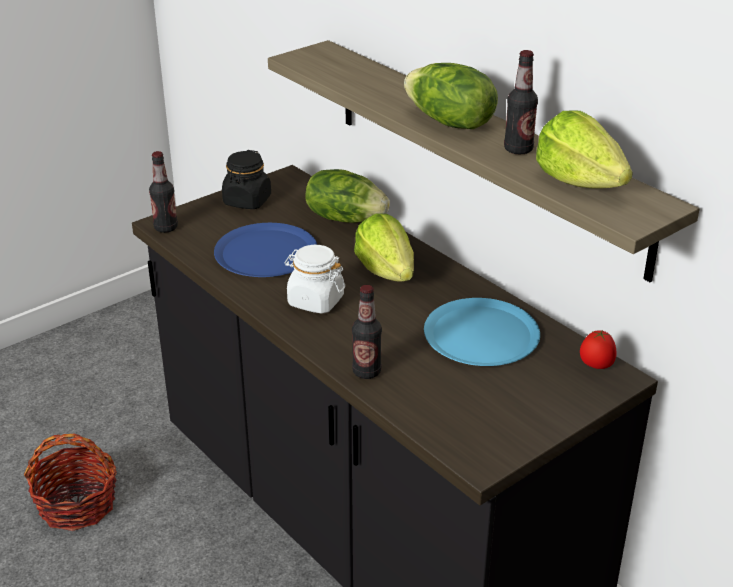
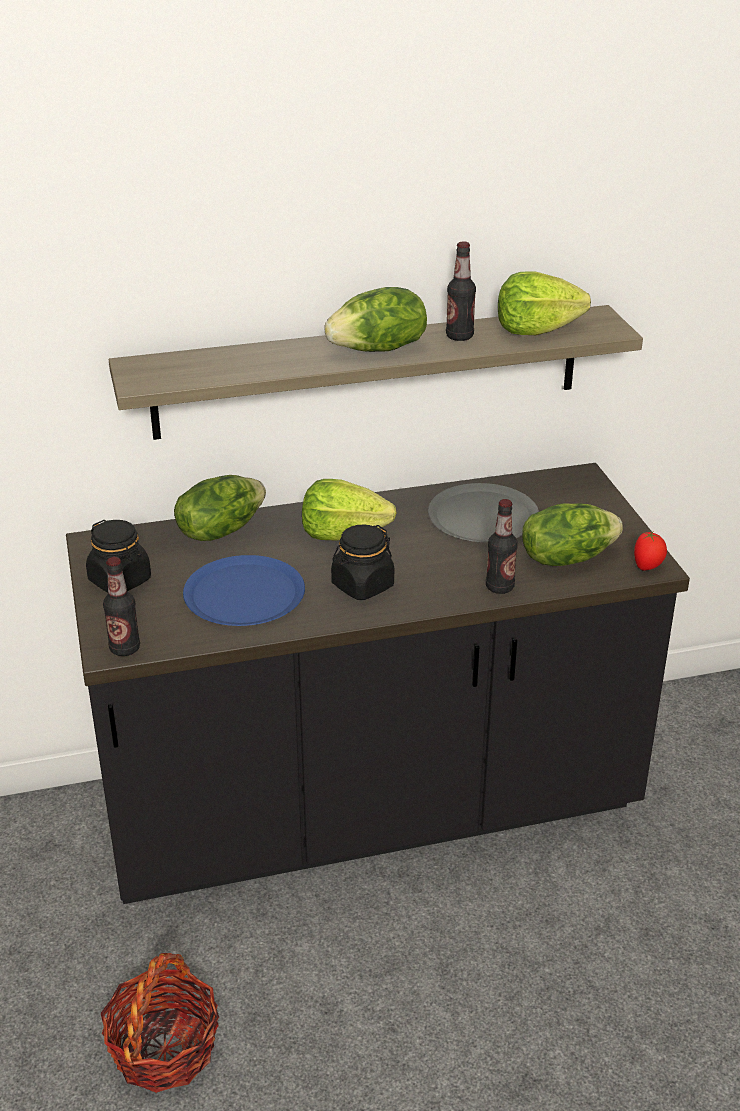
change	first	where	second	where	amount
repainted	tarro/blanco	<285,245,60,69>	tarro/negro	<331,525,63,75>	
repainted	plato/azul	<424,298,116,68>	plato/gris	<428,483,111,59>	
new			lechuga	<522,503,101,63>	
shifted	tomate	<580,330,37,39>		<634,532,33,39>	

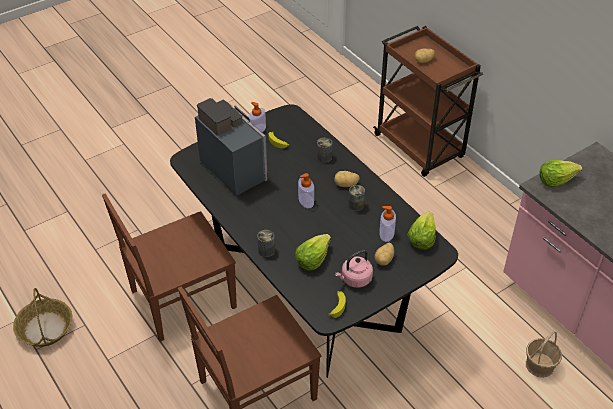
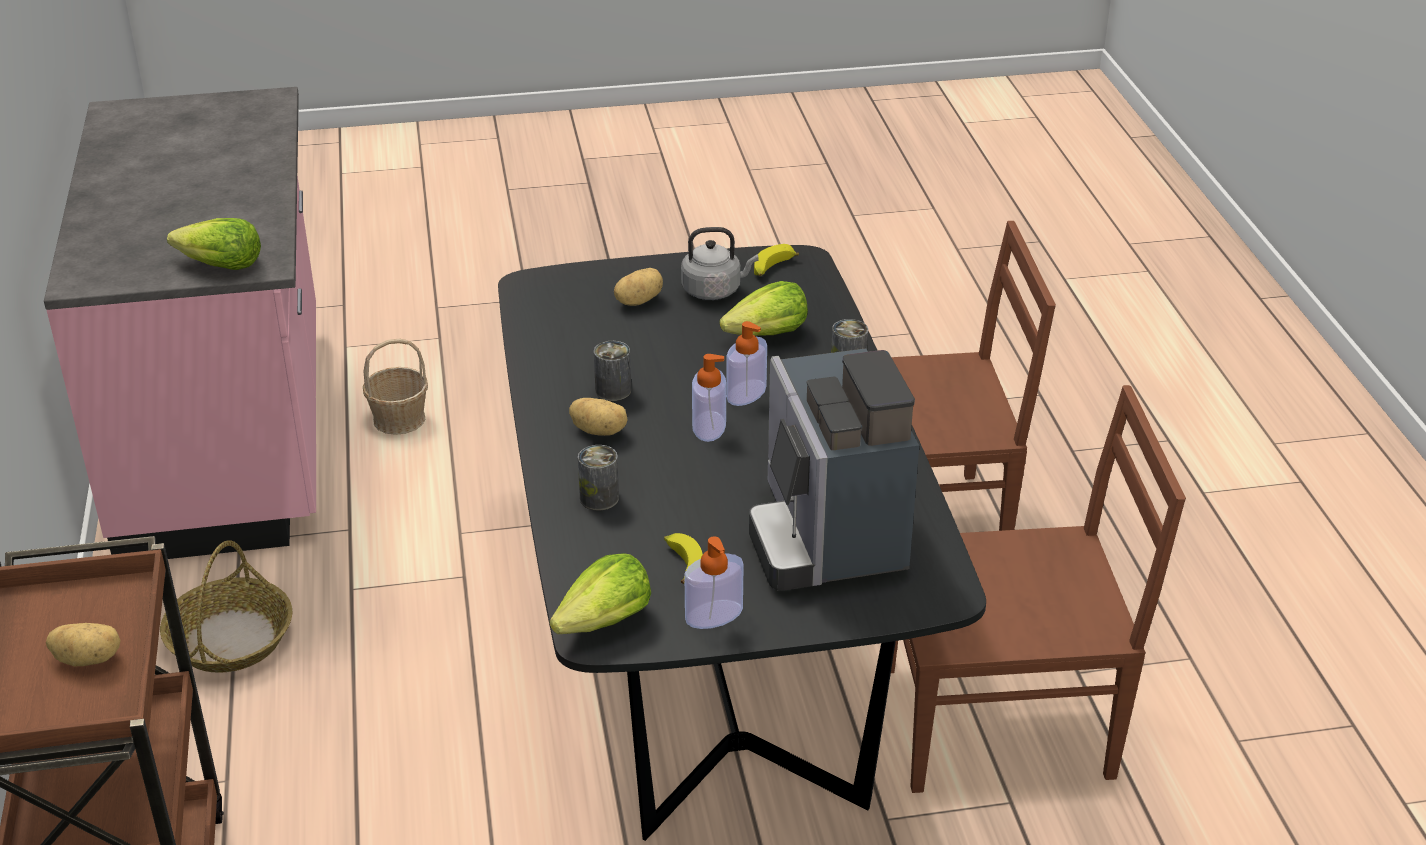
change	first	where	second	where	amount
shifted	cesta	<13,288,59,59>		<160,540,133,133>	
shifted	lechuga	<407,212,29,38>		<550,553,101,81>	
repainted	hervidor/rosa	<335,250,38,38>	hervidor/gris	<681,227,78,73>	
shifted	dispensador de jabón	<379,206,17,36>		<726,321,41,85>	

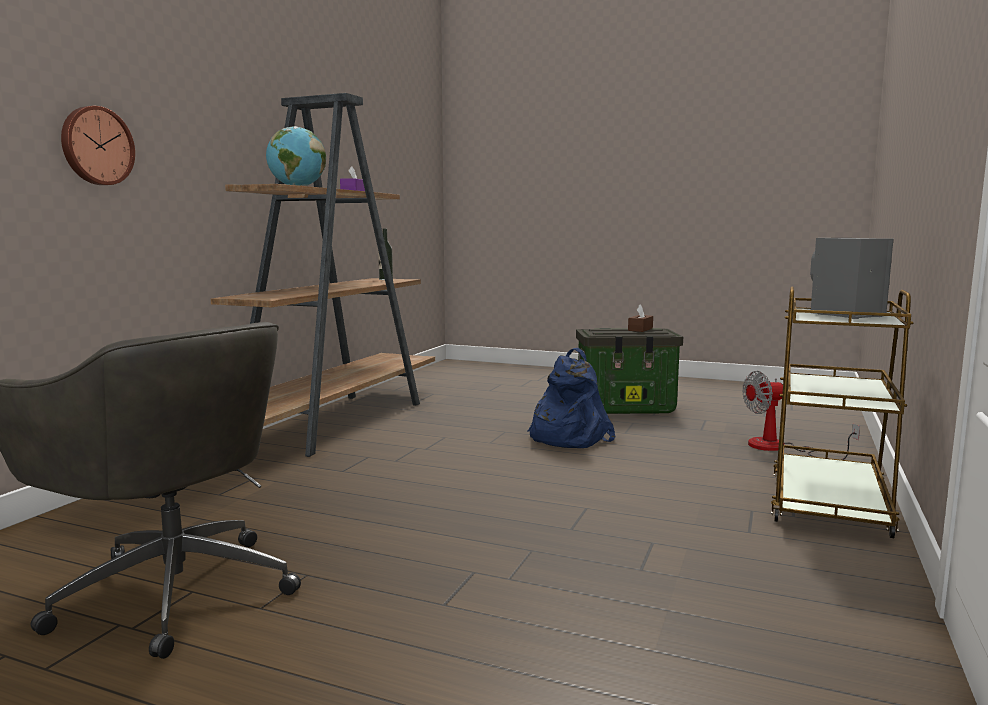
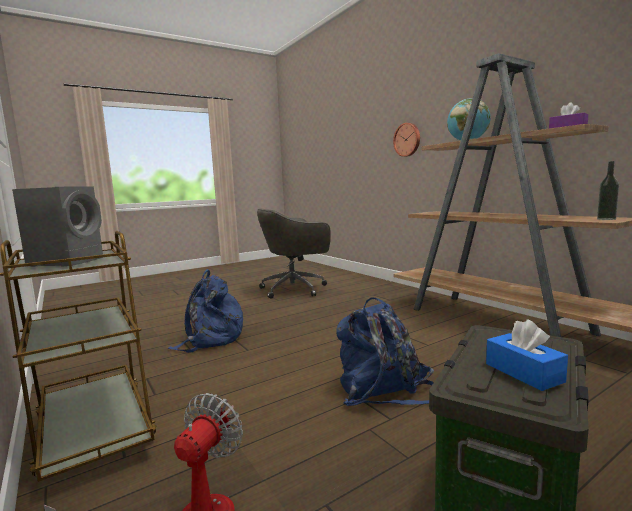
change	first	where	second	where	amount
new			mochila/azul	<168,269,75,84>	
repainted	caja de pañuelos/marrón	<628,305,25,27>	caja de pañuelos/azul	<486,320,82,71>	

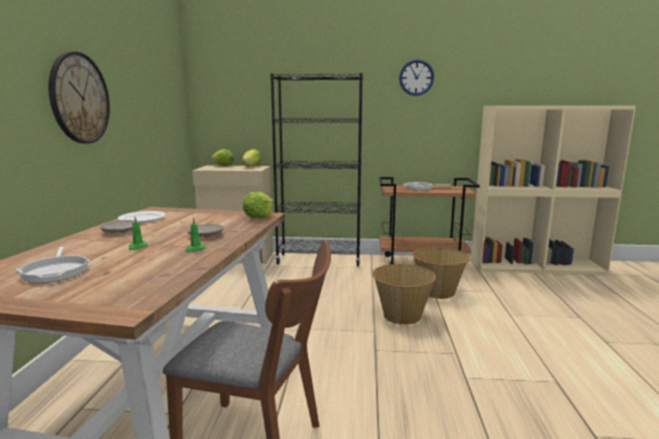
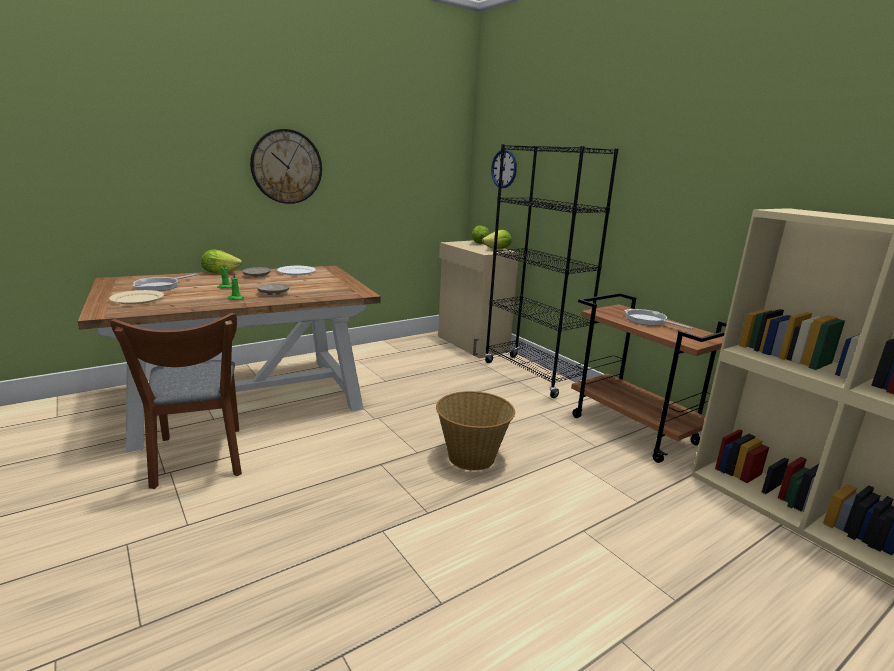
change	first	where	second	where	amount
new			plato/beis	<109,290,55,15>	
shifted	lechuga	<242,192,31,26>		<201,249,41,26>	
shifted	reloj de pared	<399,60,35,36>		<491,149,26,39>	
gone	cesta	<412,247,58,52>			

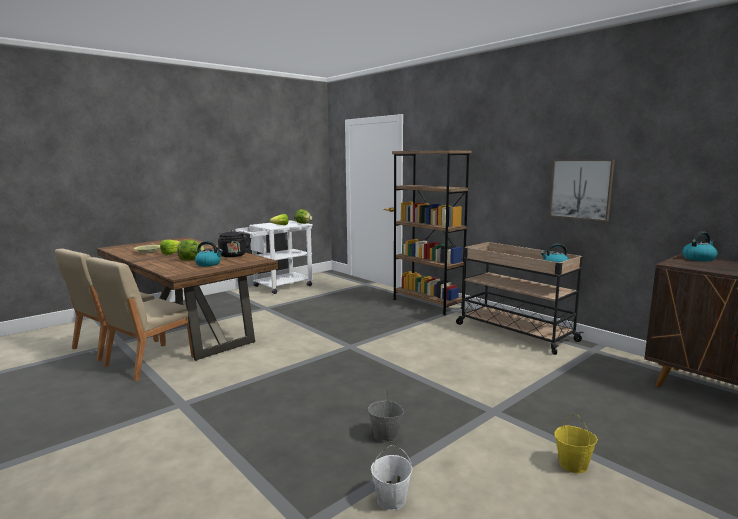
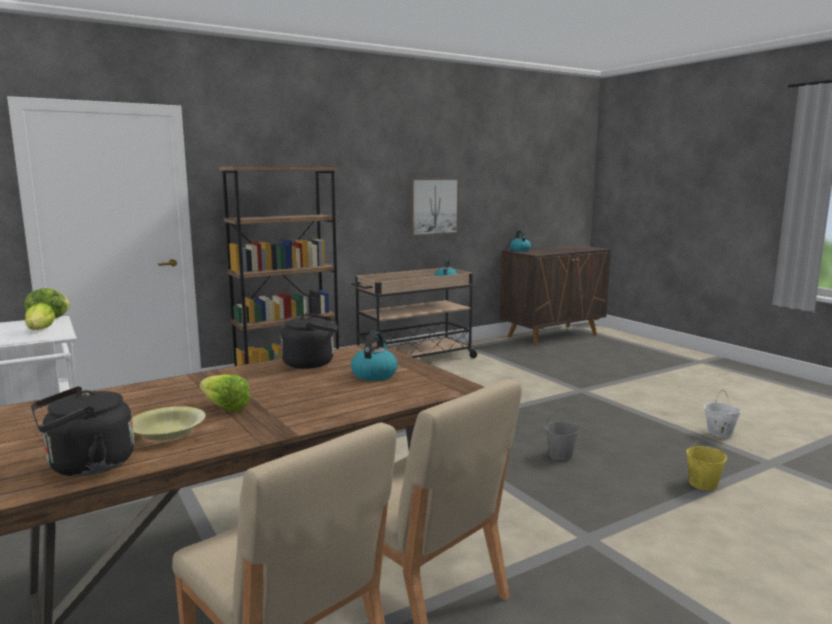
change	first	where	second	where	amount
new			hervidor/negro	<31,386,103,90>	
shifted	cubo/gris	<368,390,36,52>		<545,408,35,52>	
shifted	cubo/amarillo	<554,415,44,58>		<686,433,41,58>	
gone	lechuga	<177,240,28,20>			

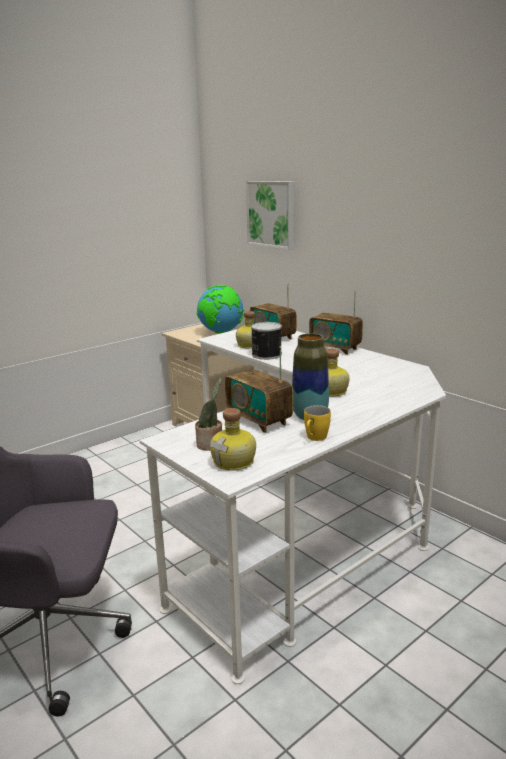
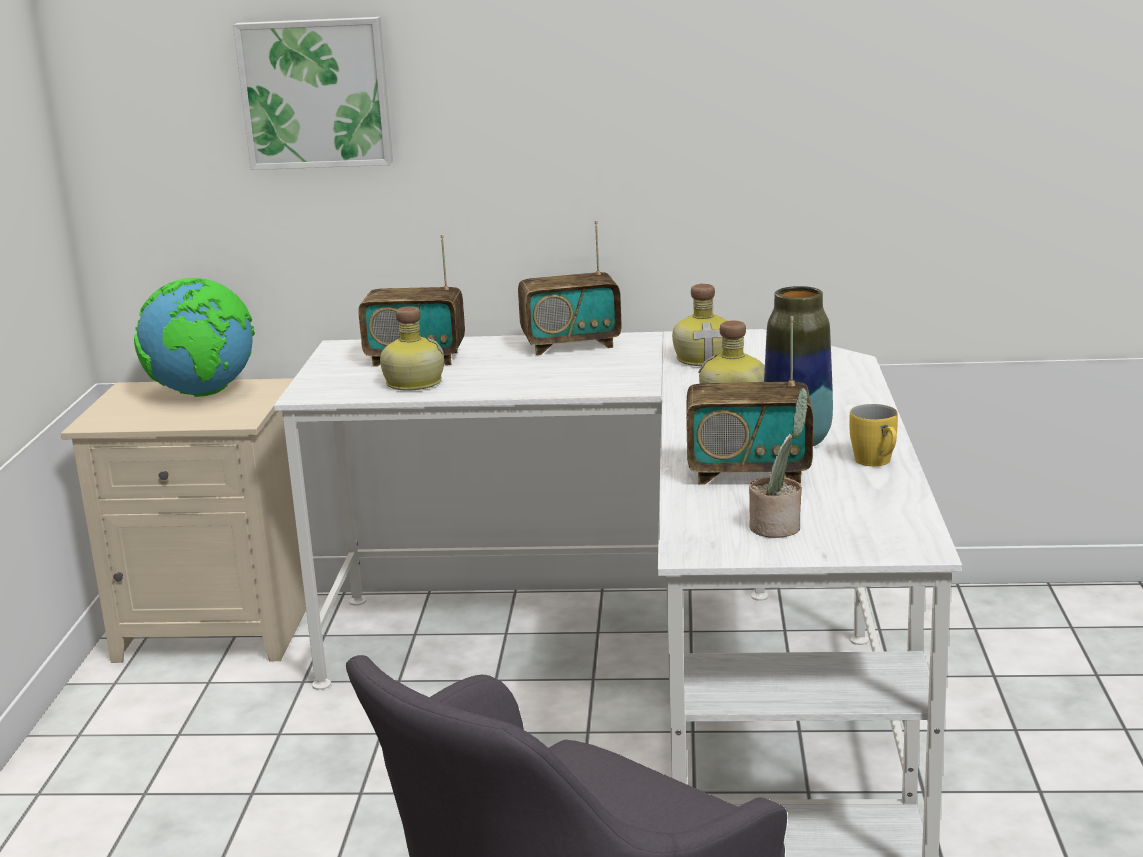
change	first	where	second	where	amount
shifted	botella	<210,408,46,63>		<672,284,55,82>	
gone	lata	<251,322,31,38>			

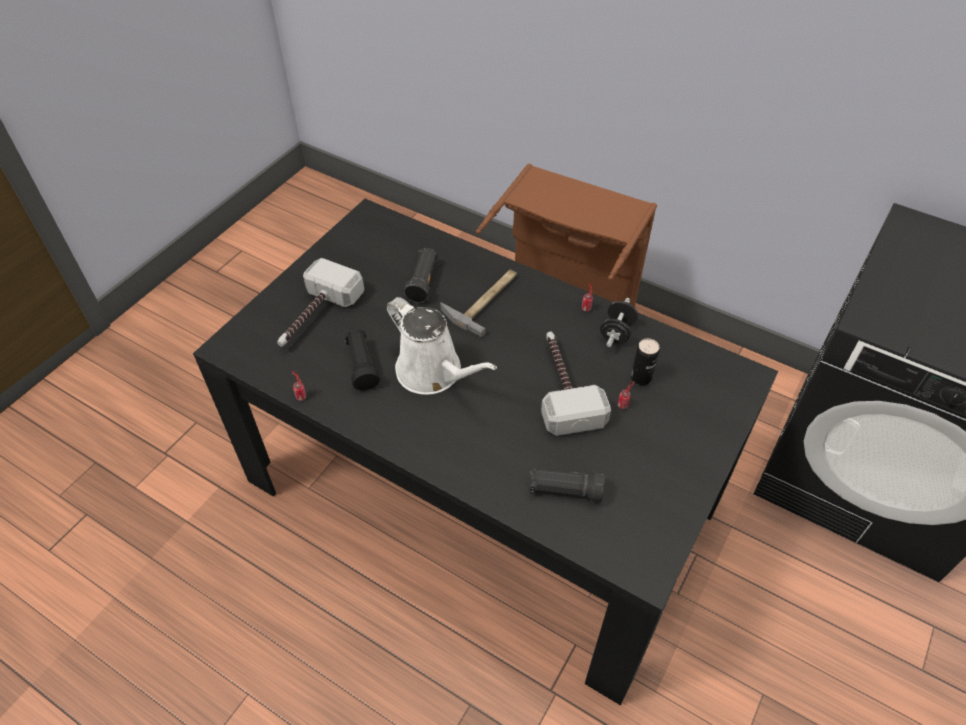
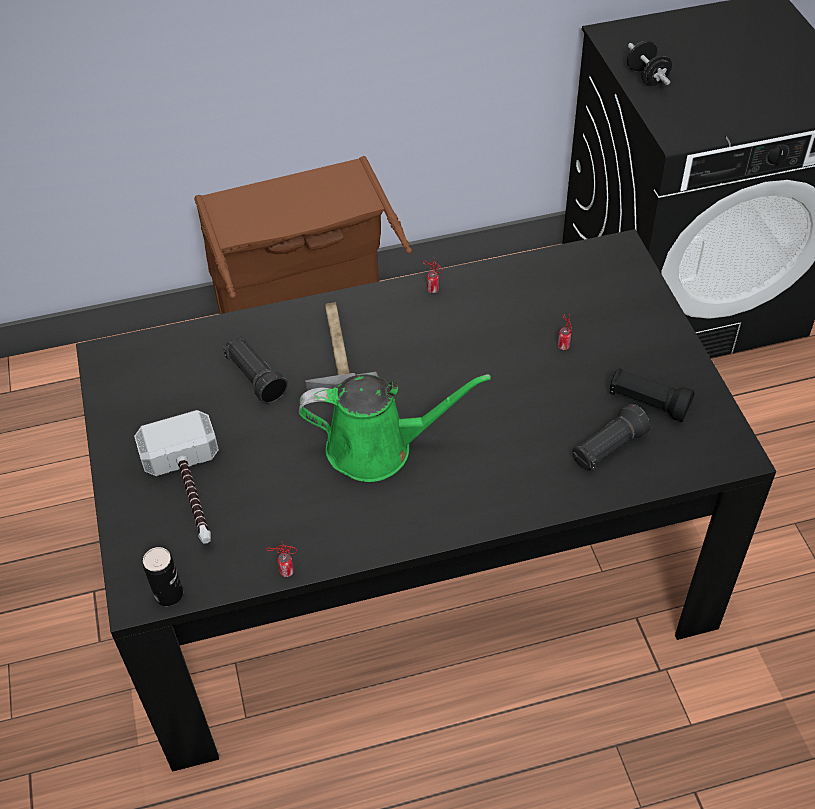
change	first	where	second	where	amount
shifted	lata	<631,338,28,47>		<143,547,40,59>	
repainted	regadera/blanco	<387,297,110,98>	regadera/verde	<299,374,192,108>	
shifted	linterna/negro	<345,329,35,62>		<610,368,85,54>	
shifted	mancuerna/negro	<600,298,38,49>		<627,41,45,45>	
gone	martillo	<541,332,70,104>			

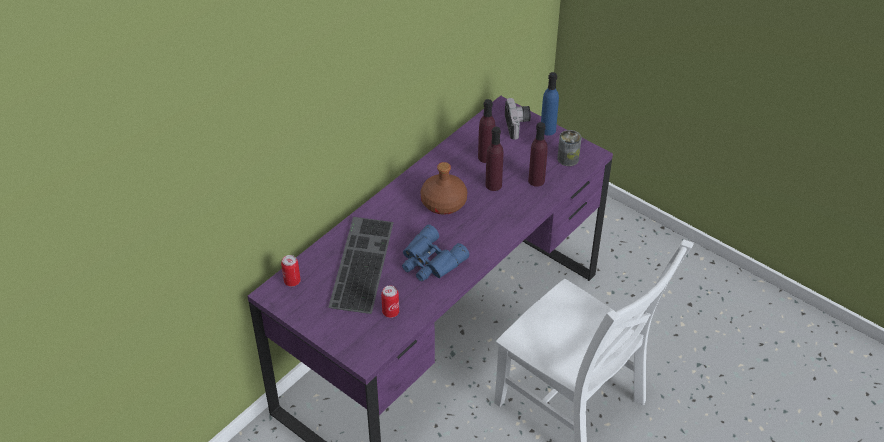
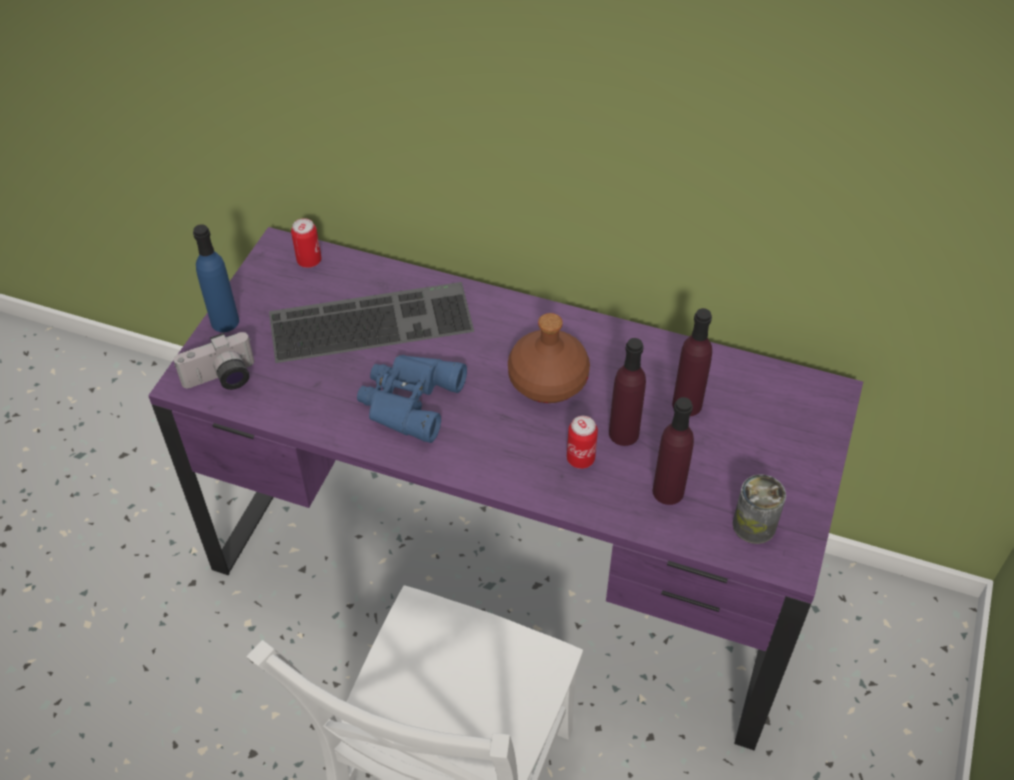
change	first	where	second	where	amount
shifted	cámara	<505,98,26,41>		<174,332,80,58>	
shifted	botella/azul	<541,72,18,64>		<193,224,46,108>	
shifted	lata	<381,285,18,33>		<567,416,31,53>	

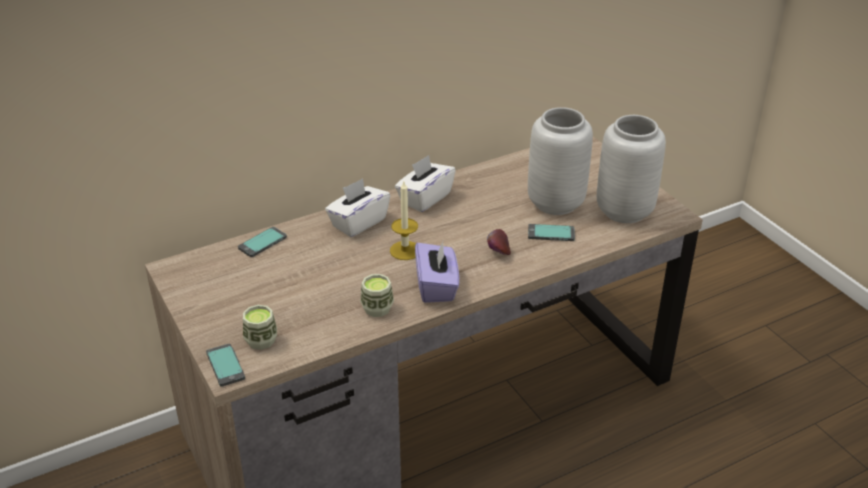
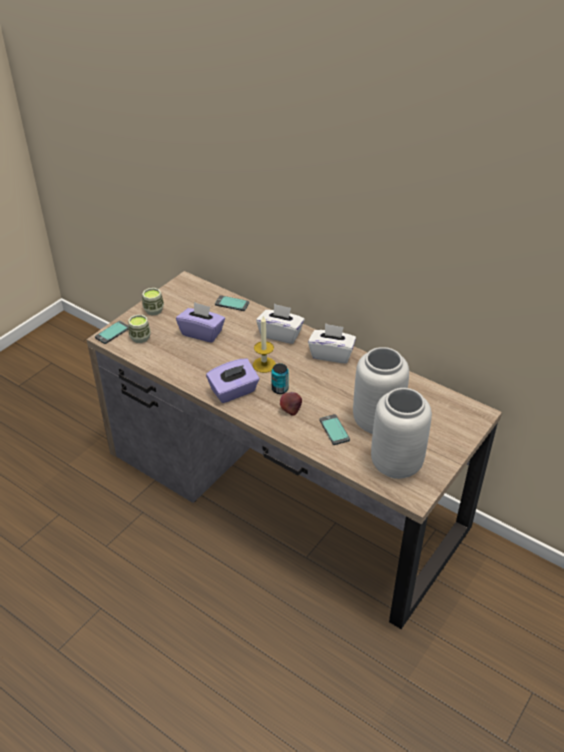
change	first	where	second	where	amount
shifted	taza	<360,274,34,43>		<142,288,22,27>	
new			caja de pañuelos/morado	<176,302,49,41>	
new			lata	<271,363,18,31>	

